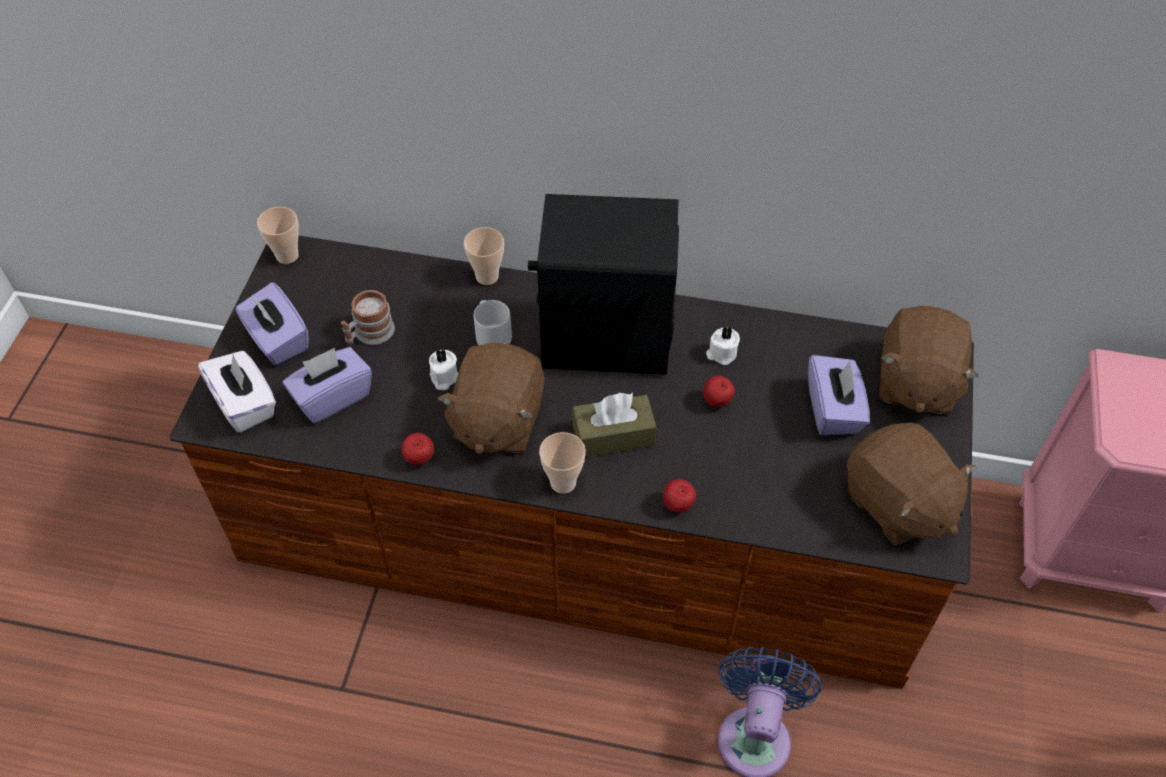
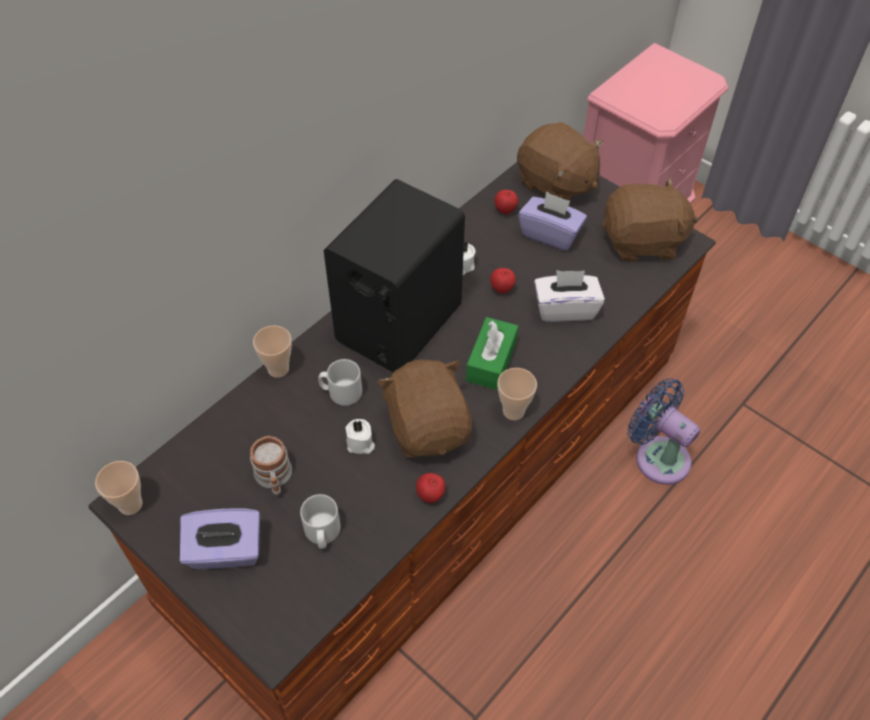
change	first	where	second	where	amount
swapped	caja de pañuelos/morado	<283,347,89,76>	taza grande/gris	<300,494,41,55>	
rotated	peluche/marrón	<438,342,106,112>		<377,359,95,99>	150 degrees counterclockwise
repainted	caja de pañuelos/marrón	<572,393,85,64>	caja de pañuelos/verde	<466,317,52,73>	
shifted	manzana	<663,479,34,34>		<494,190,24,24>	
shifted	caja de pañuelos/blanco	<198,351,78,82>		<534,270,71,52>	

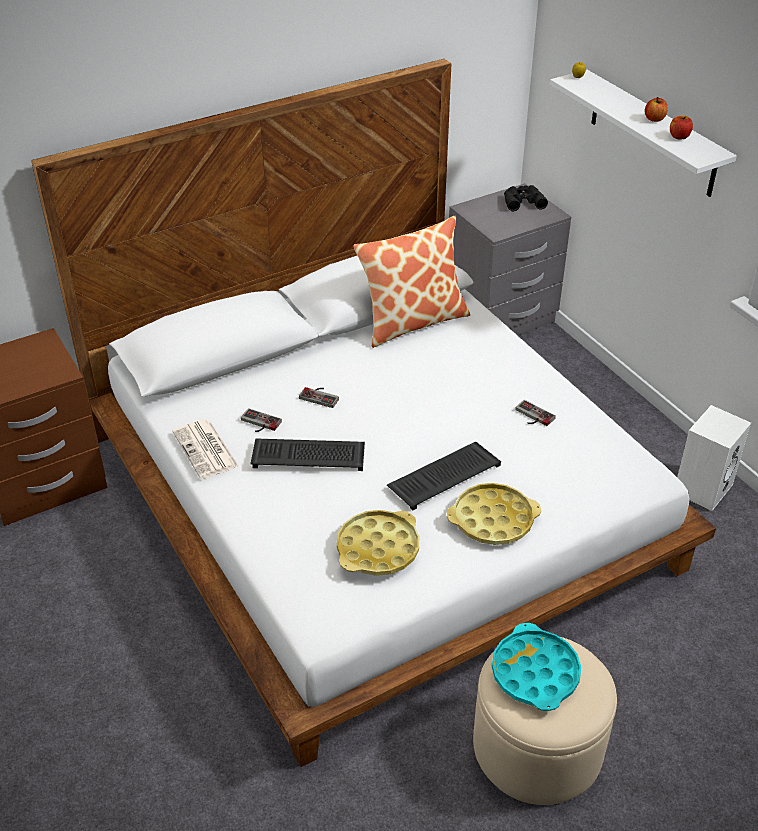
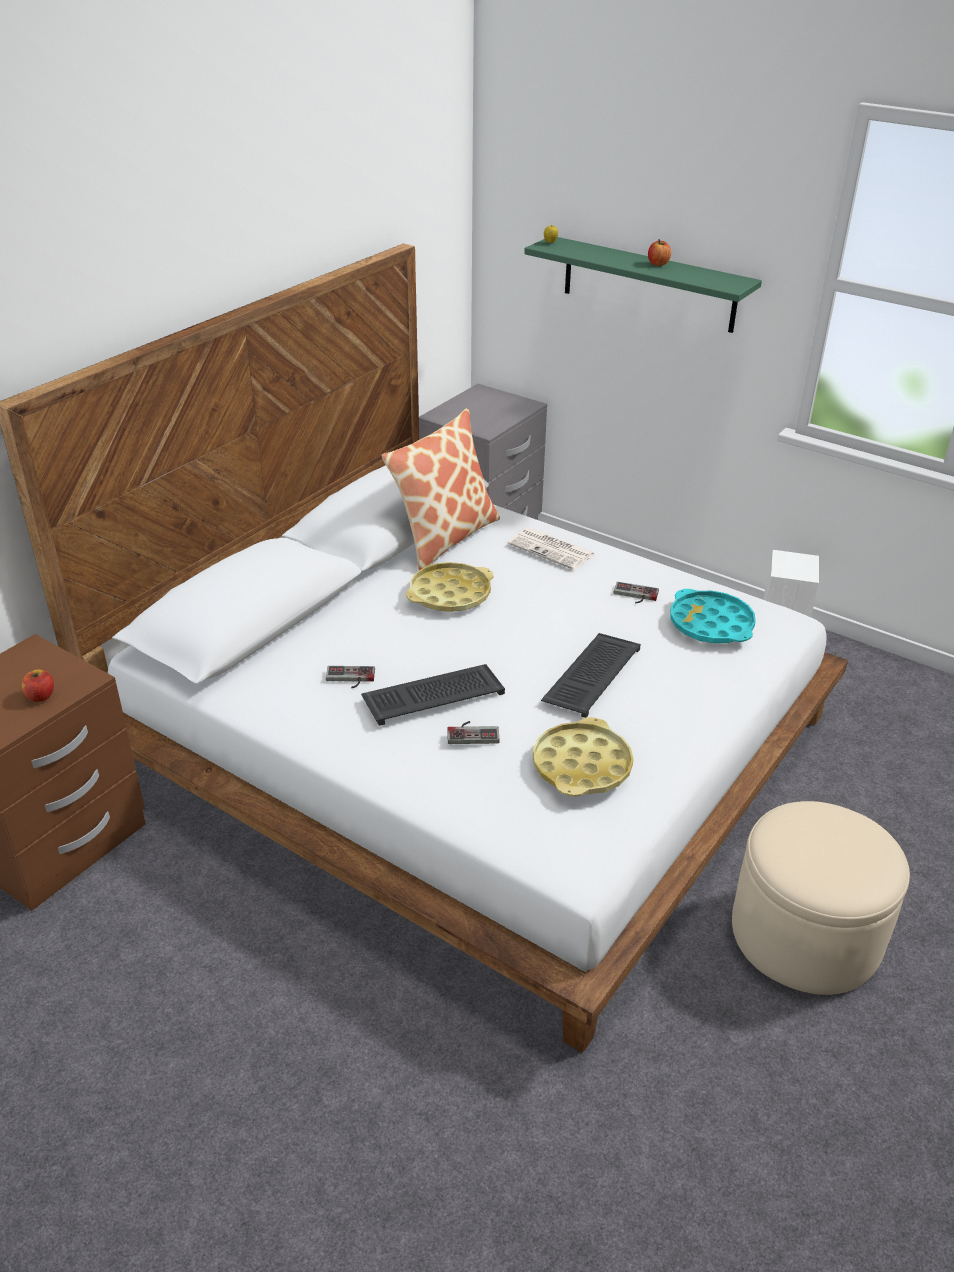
change	first	where	second	where	amount
shifted	manzana	<670,115,23,25>		<22,669,32,33>	
shifted	bandeja/amarillo	<447,483,94,62>		<406,562,88,50>	
shifted	mando de consola	<299,387,40,21>		<447,721,53,23>	
shifted	periódico	<172,420,67,59>		<507,528,88,42>	
repainted	estante/blanco	<550,70,187,127>	estante/verde	<524,237,238,96>	
shifted	bandeja/turquesa	<492,623,89,88>		<670,589,86,54>	
gone	prismáticos/negro	<504,185,44,26>			

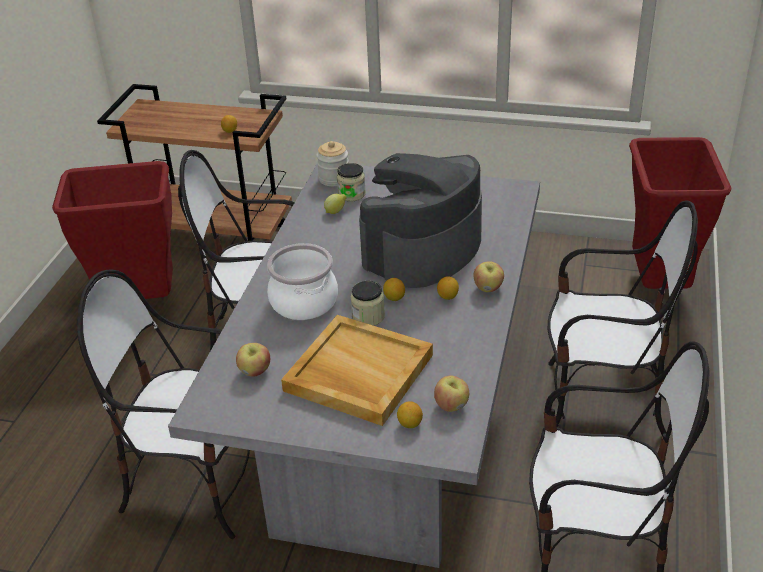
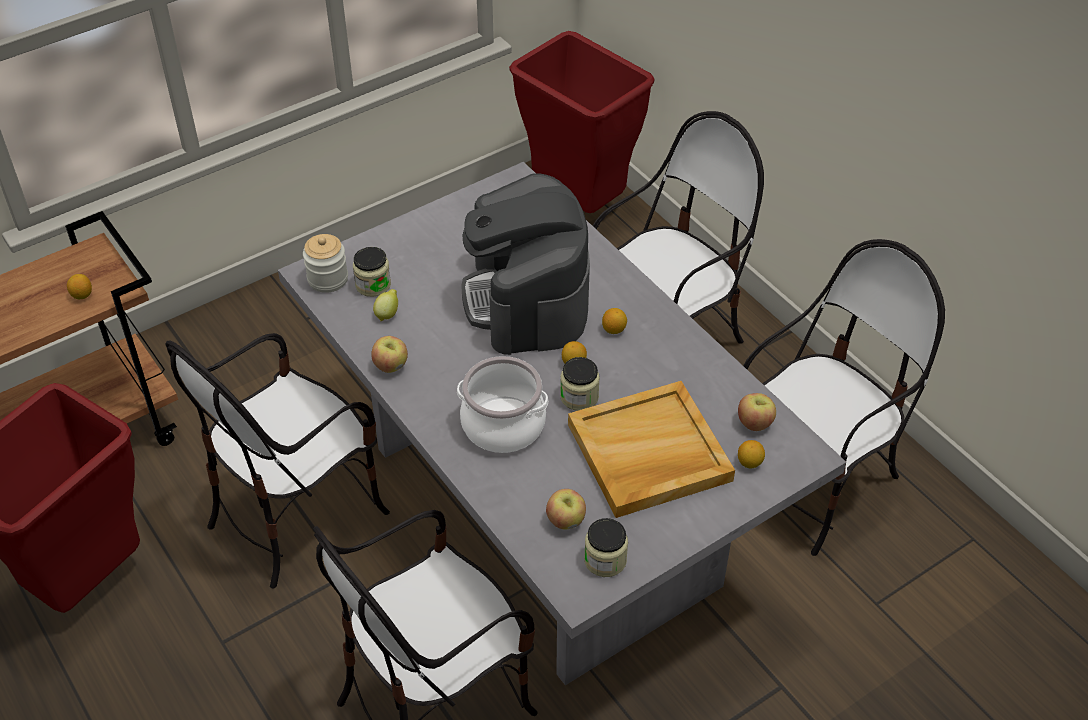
change	first	where	second	where	amount
shifted	manzana	<473,261,31,31>		<372,336,36,37>	
new			tarro	<584,518,44,59>	

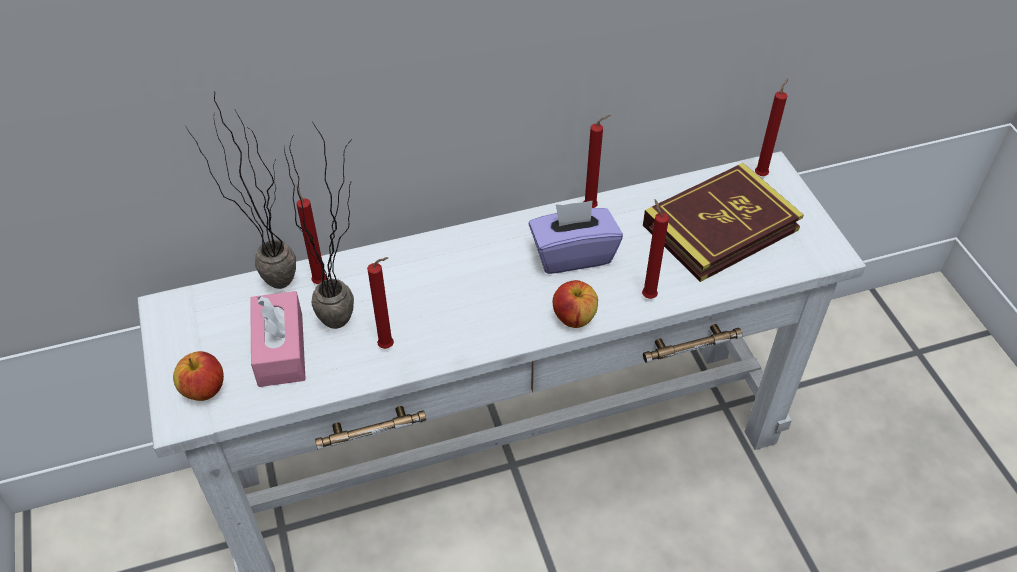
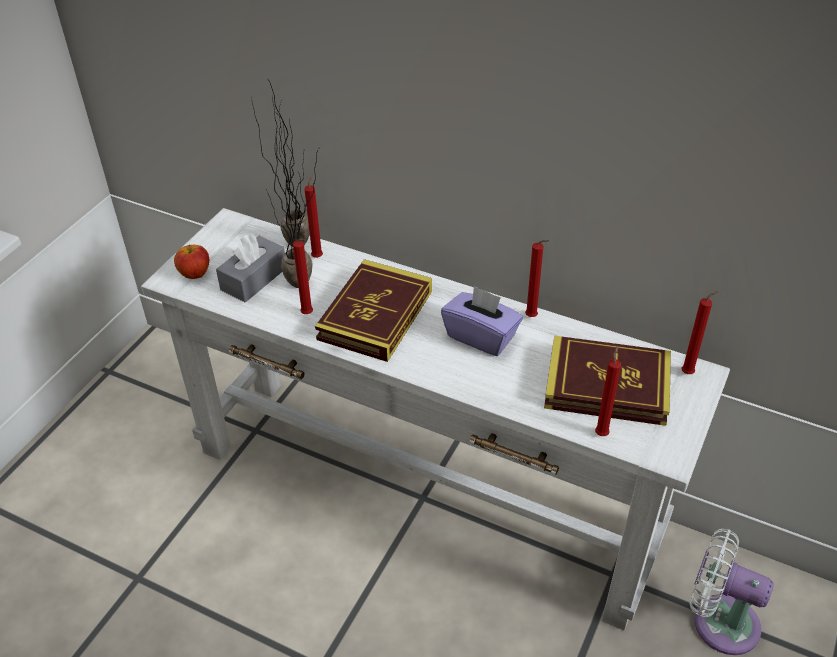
change	first	where	second	where	amount
repainted	caja de pañuelos/rosa	<250,291,56,96>	caja de pañuelos/gris	<216,233,69,70>	
new			libro	<315,259,117,103>	
shifted	vela/rojo	<642,199,27,100>		<595,346,26,90>	
new			ventilador/blanco	<690,529,84,126>	
gone	manzana	<553,280,45,48>			

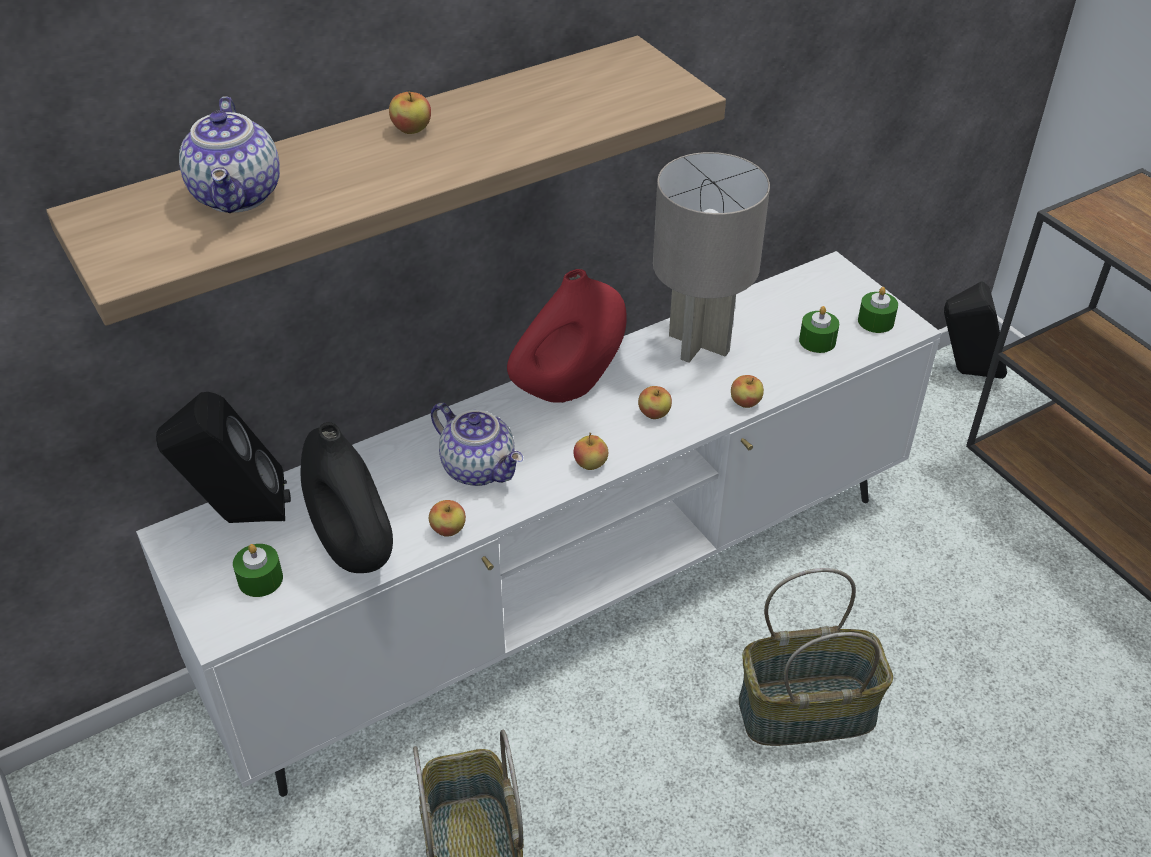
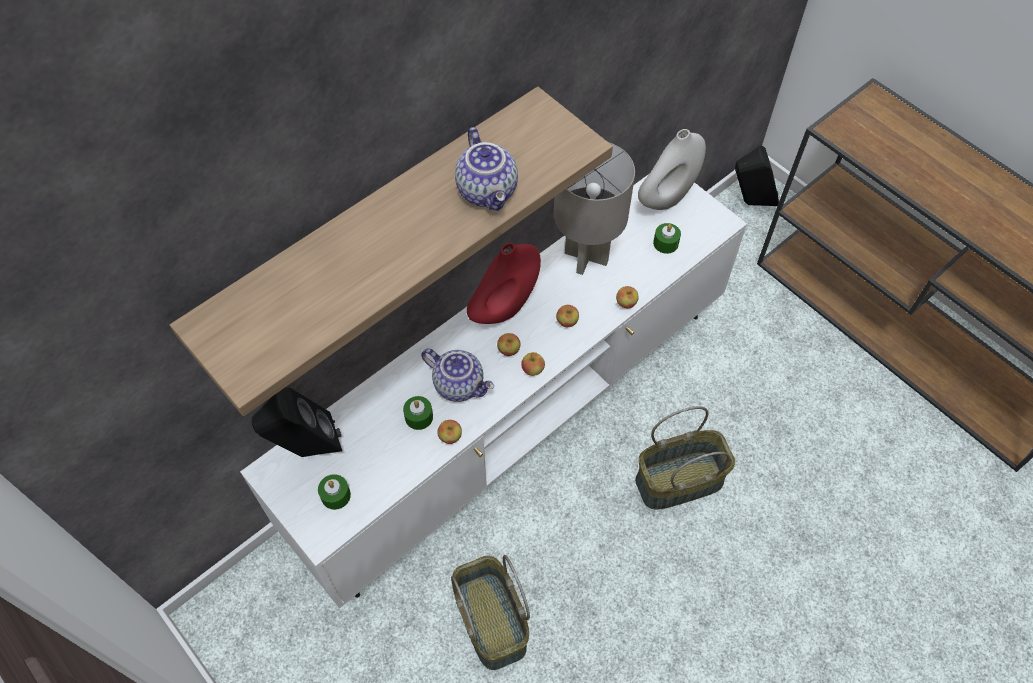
change	first	where	second	where	amount
shifted	vela/verde	<858,287,40,46>		<403,396,30,34>	
shifted	tetera	<179,96,101,117>		<455,127,63,84>	
shifted	manzana	<389,91,42,43>		<497,333,23,23>	
new			florero/blanco	<638,129,68,81>	
gone	florero/negro	<300,422,93,151>			

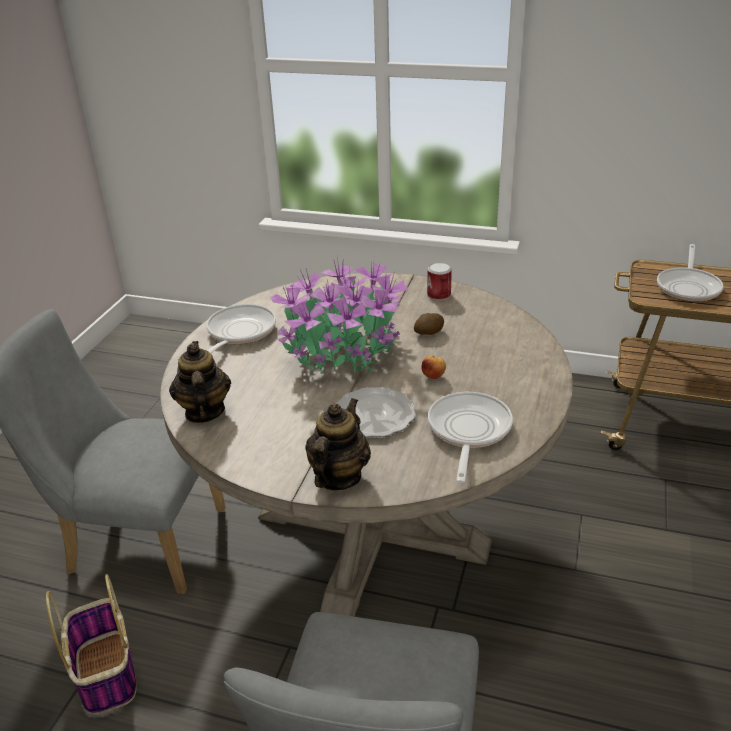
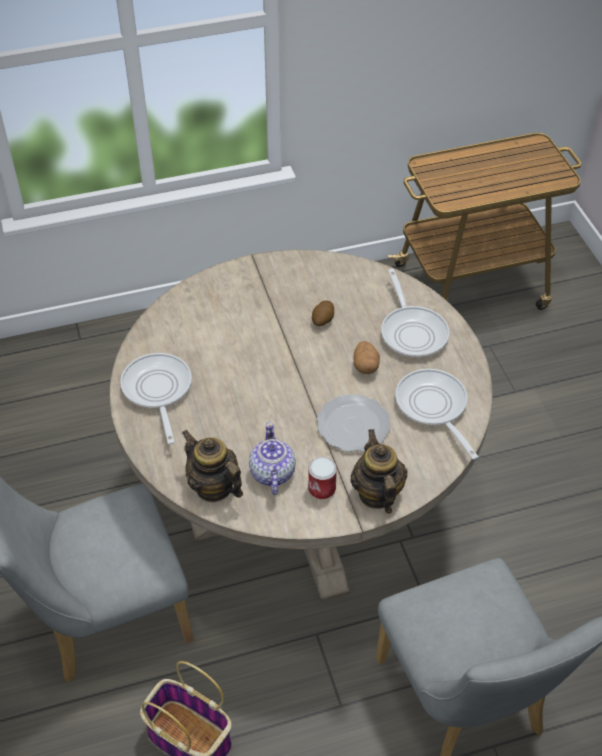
change	first	where	second	where	amount
new			tetera	<249,422,47,73>	
shifted	lata	<427,262,25,39>		<308,457,29,42>	
swapped	manzana	<421,356,25,23>	patata	<354,341,26,33>	
shifted	sartén	<657,244,66,58>		<381,269,69,89>	
gone	planta en maceta	<270,258,138,116>			

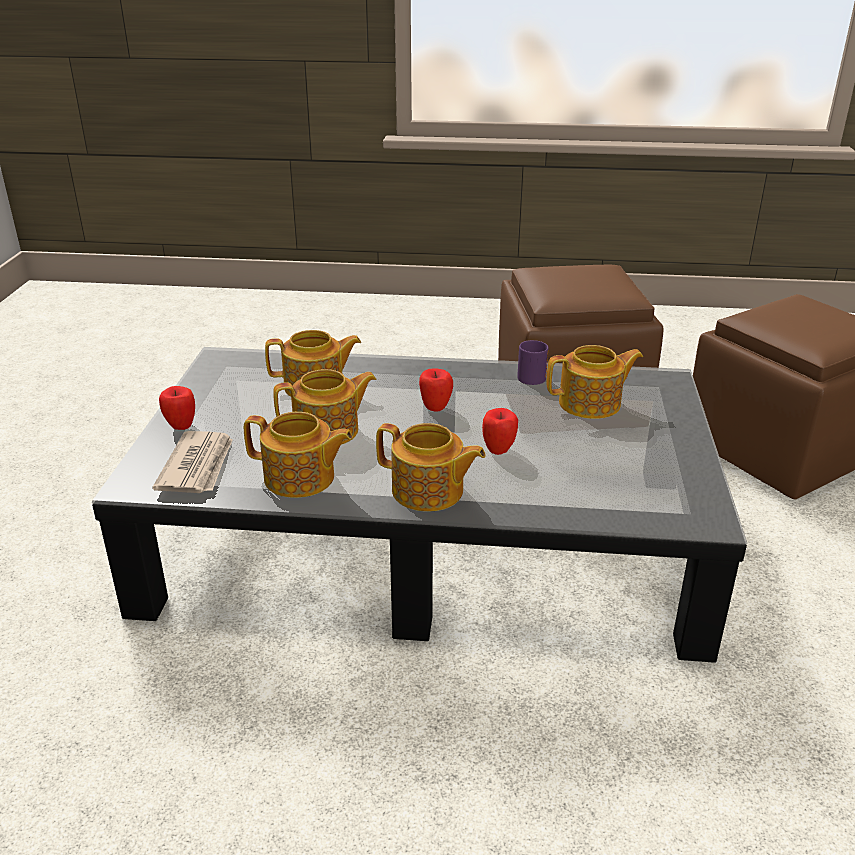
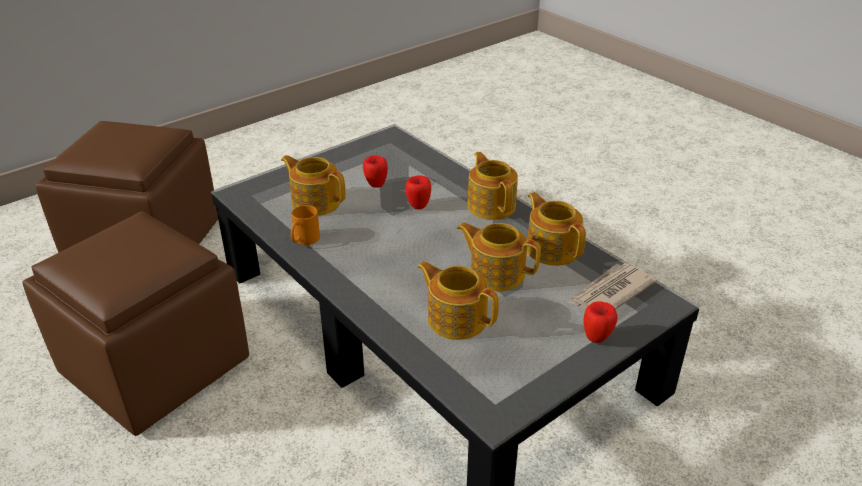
change	first	where	second	where	amount
repainted	taza grande/morado	<517,340,31,45>	taza grande/naranja	<291,205,29,40>	
shifted	manzana	<419,368,34,44>		<363,155,25,33>	

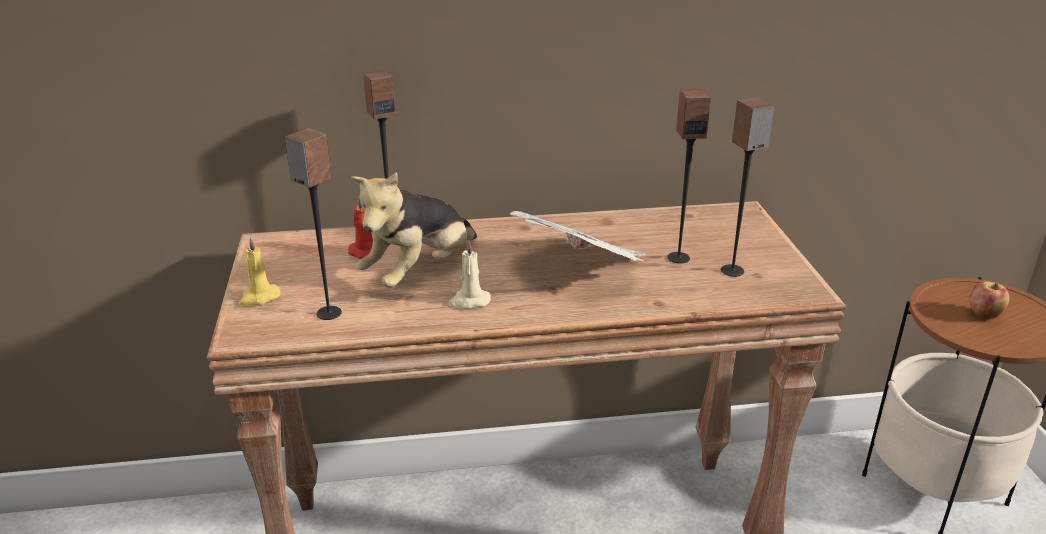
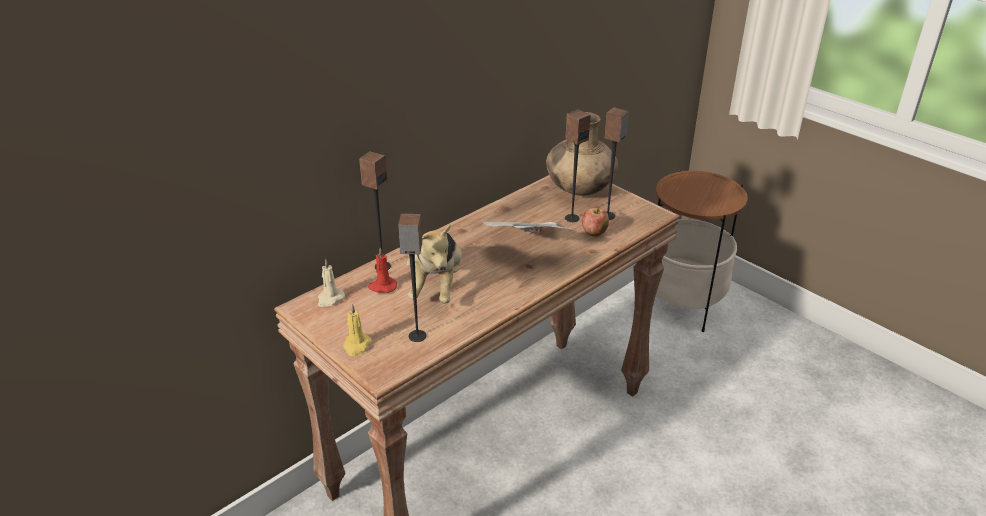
change	first	where	second	where	amount
shifted	vela/beis	<448,241,43,68>		<318,259,27,48>	
new			florero/marrón	<546,112,72,84>	
shifted	manzana	<970,281,40,38>		<582,207,27,29>	

